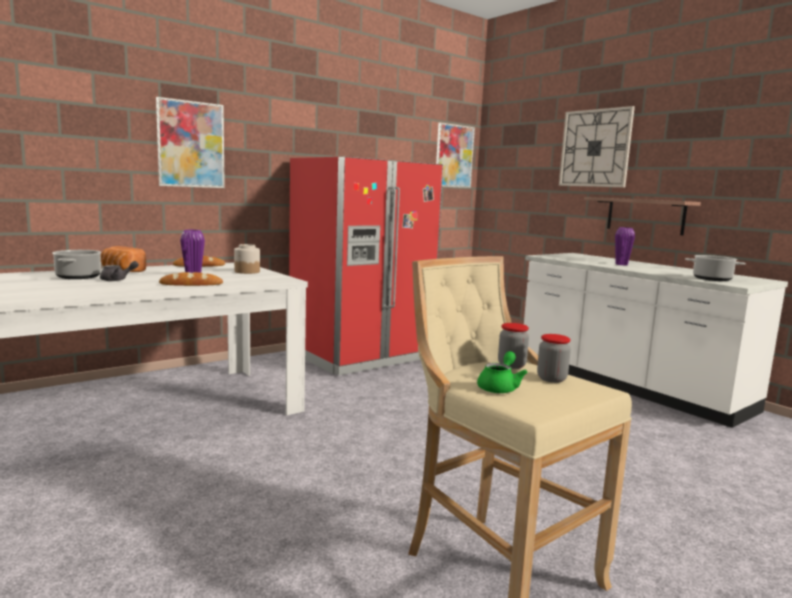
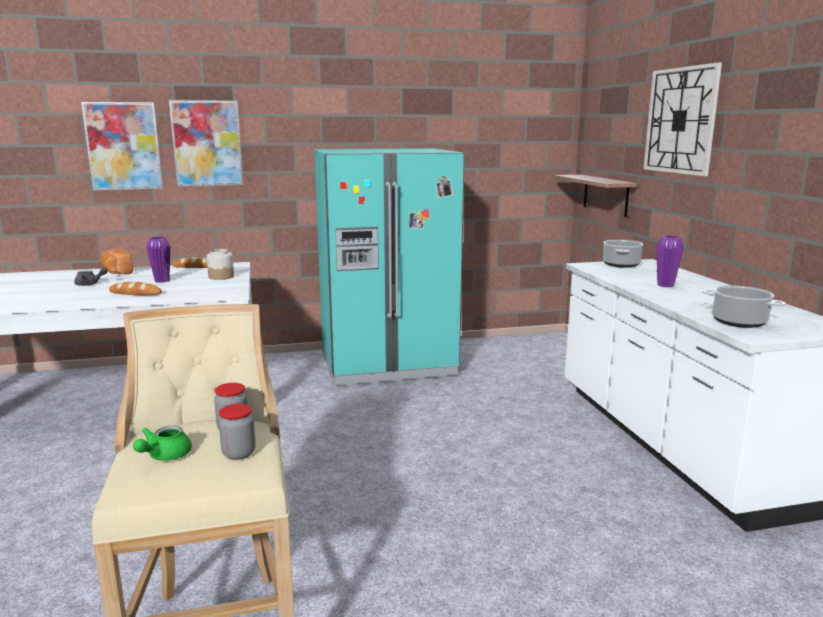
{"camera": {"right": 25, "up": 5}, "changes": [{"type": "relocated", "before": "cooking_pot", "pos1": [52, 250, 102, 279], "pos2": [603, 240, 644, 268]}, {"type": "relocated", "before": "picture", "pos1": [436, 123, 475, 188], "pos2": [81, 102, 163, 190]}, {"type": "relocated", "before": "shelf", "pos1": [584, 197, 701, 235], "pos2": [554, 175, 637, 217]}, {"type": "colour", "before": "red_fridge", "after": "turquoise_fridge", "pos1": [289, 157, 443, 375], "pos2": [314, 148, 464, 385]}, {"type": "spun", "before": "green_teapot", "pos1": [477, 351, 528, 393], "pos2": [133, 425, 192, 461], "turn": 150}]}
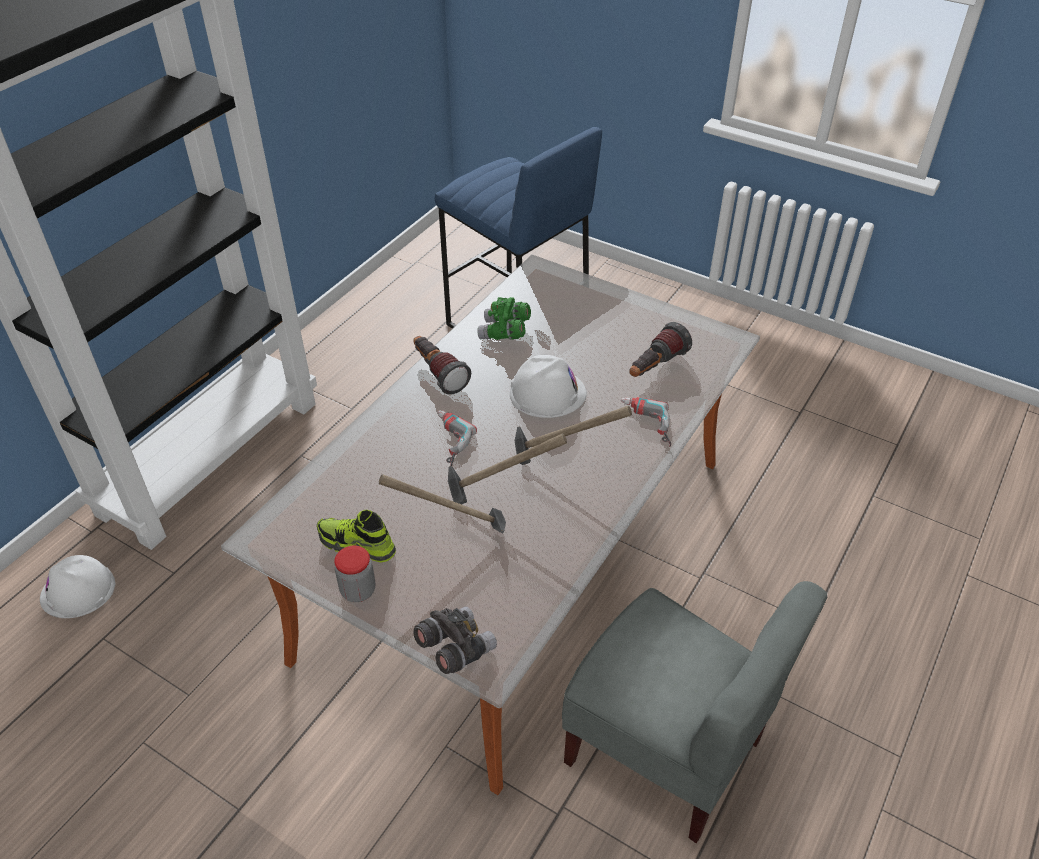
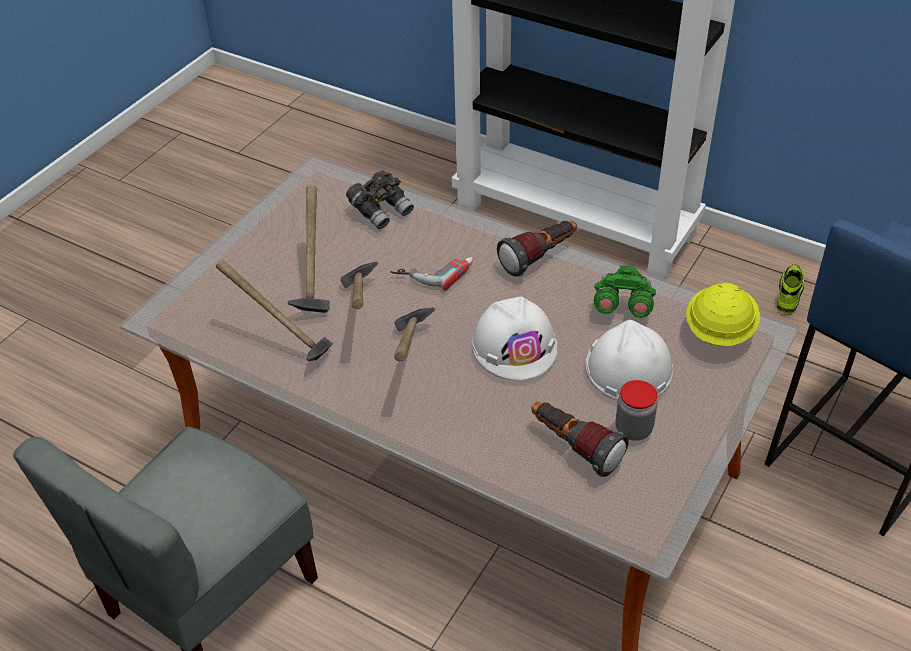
{"camera": {"right": 90, "up": 0}, "changes": [{"type": "missing", "before": "power_drill", "pos1": [621, 397, 671, 447]}, {"type": "appeared", "after": "hammer", "pos2": [216, 259, 333, 361]}, {"type": "appeared", "after": "yellow_hard_hat", "pos2": [686, 283, 760, 346]}, {"type": "relocated", "before": "white_hard_hat", "pos1": [40, 555, 115, 618], "pos2": [585, 320, 673, 400]}, {"type": "relocated", "before": "shoe", "pos1": [317, 510, 396, 562], "pos2": [777, 264, 804, 314]}, {"type": "relocated", "before": "jar", "pos1": [334, 546, 375, 602], "pos2": [615, 380, 657, 441]}, {"type": "relocated", "before": "grey_binoculars", "pos1": [414, 607, 497, 674], "pos2": [346, 171, 414, 229]}]}
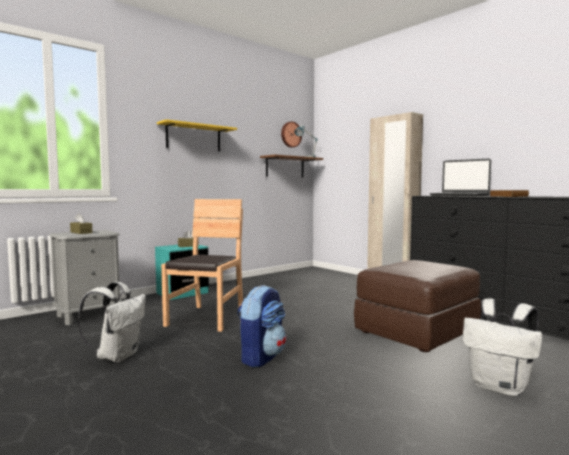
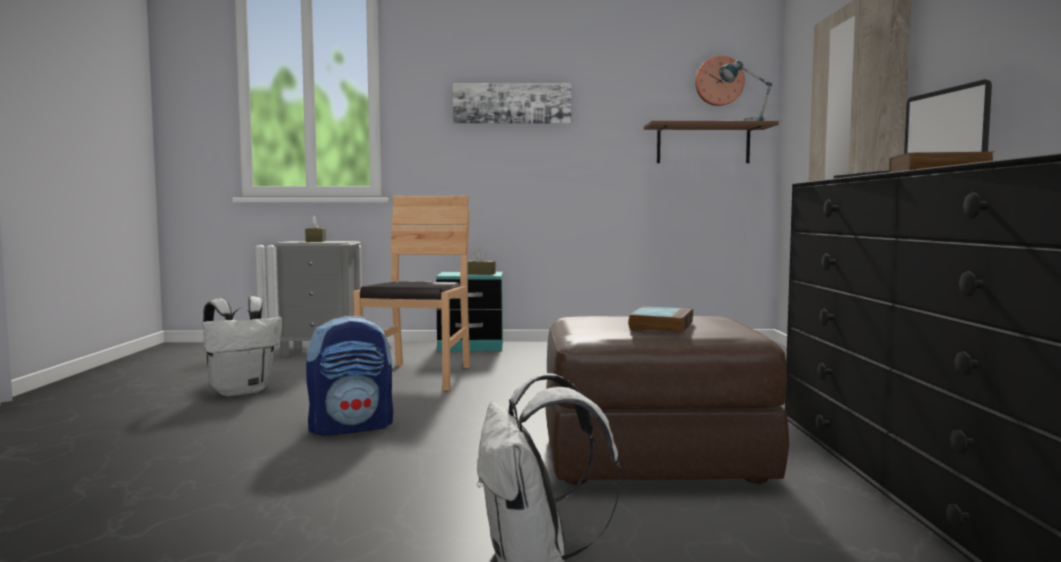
{"camera": {"right": 40, "up": 0}, "changes": [{"type": "appeared", "after": "book", "pos2": [628, 306, 693, 333]}, {"type": "exchanged", "before": "yellow_shelf", "after": "picture", "pos1": [157, 119, 237, 152], "pos2": [453, 83, 571, 124]}, {"type": "spun", "before": "brown_chair", "pos1": [161, 199, 243, 332], "pos2": [353, 195, 470, 391], "turn": -45}]}
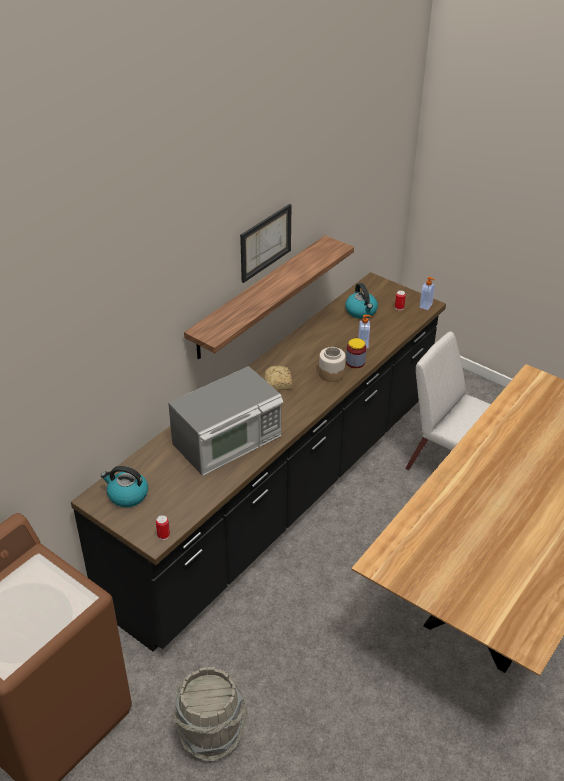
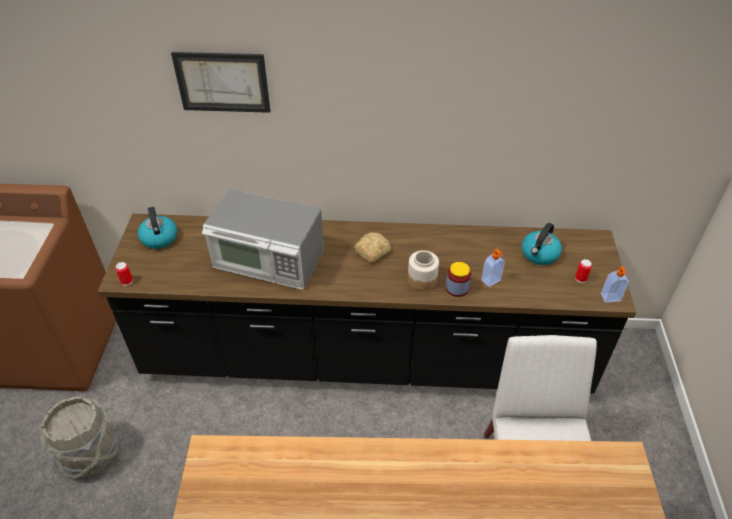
{"camera": {"right": 55, "up": 5}, "changes": [{"type": "missing", "before": "shelf", "pos1": [184, 235, 354, 360]}, {"type": "relocated", "before": "picture", "pos1": [240, 204, 292, 283], "pos2": [171, 52, 270, 113]}]}
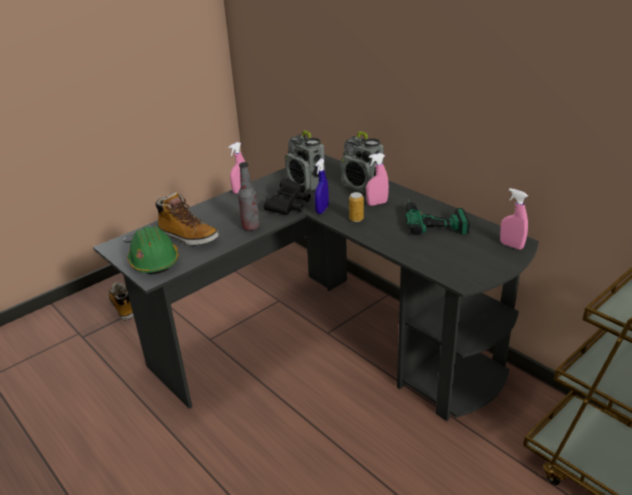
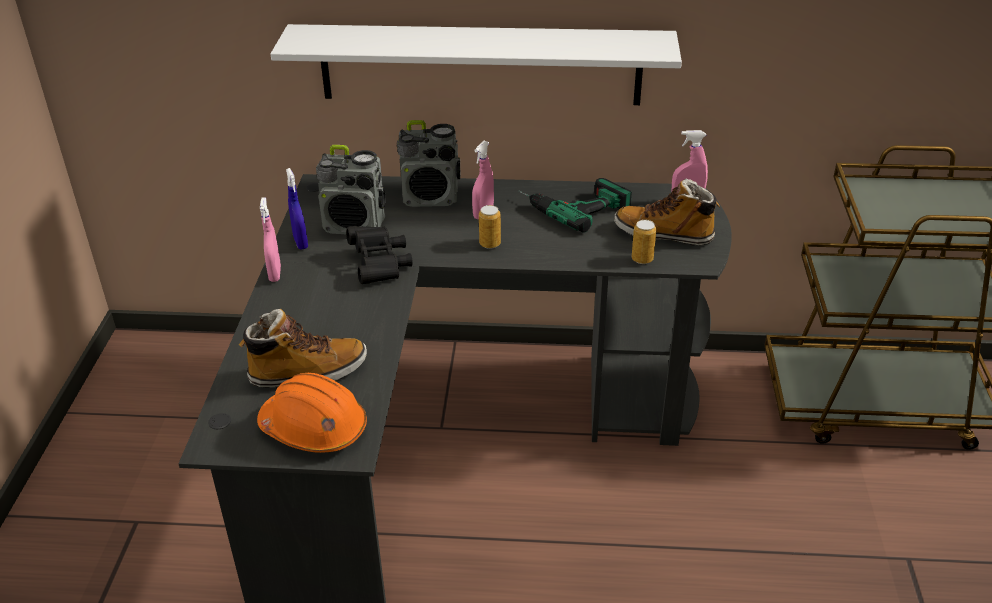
{"camera": {"right": -45, "up": 5}, "changes": [{"type": "missing", "before": "bottle", "pos1": [238, 162, 260, 231]}, {"type": "appeared", "after": "white_shelf", "pos2": [270, 24, 682, 105]}, {"type": "appeared", "after": "can", "pos2": [632, 220, 656, 264]}, {"type": "relocated", "before": "boot", "pos1": [108, 282, 134, 321], "pos2": [614, 179, 721, 246]}, {"type": "relocated", "before": "blue_spray_bottle", "pos1": [315, 159, 329, 214], "pos2": [286, 168, 308, 250]}, {"type": "colour", "before": "green_hard_hat", "after": "orange_hard_hat", "pos1": [127, 226, 179, 274], "pos2": [257, 373, 367, 453]}]}
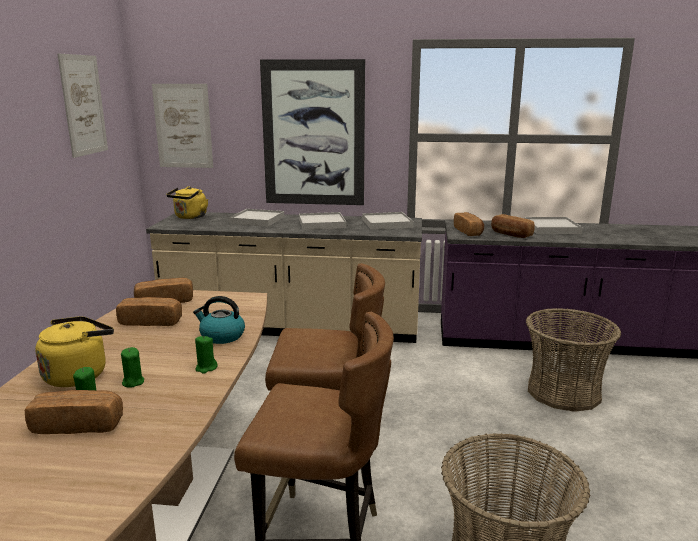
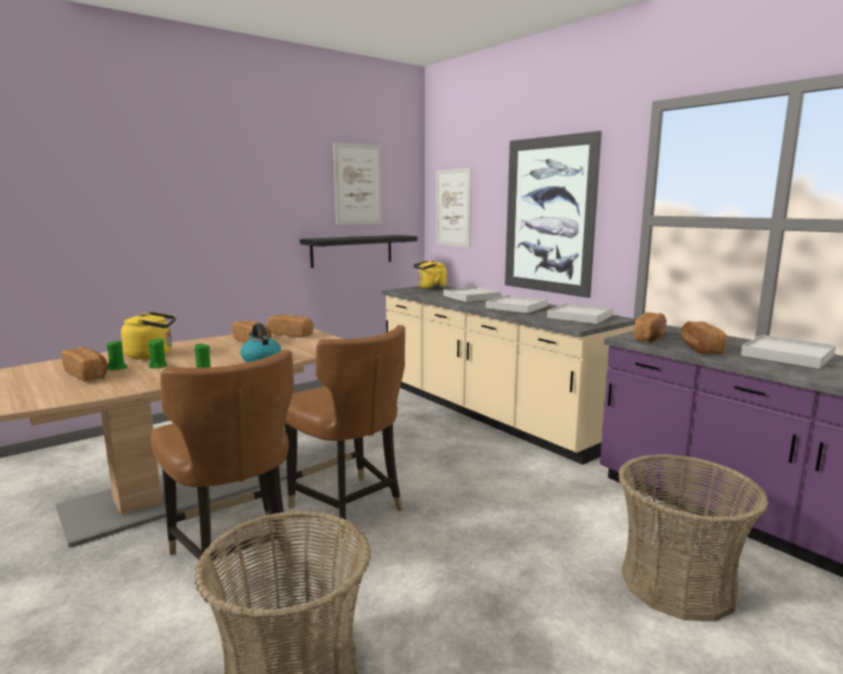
{"camera": {"right": 45, "up": -5}, "changes": [{"type": "appeared", "after": "black_shelf", "pos2": [300, 235, 417, 268]}]}
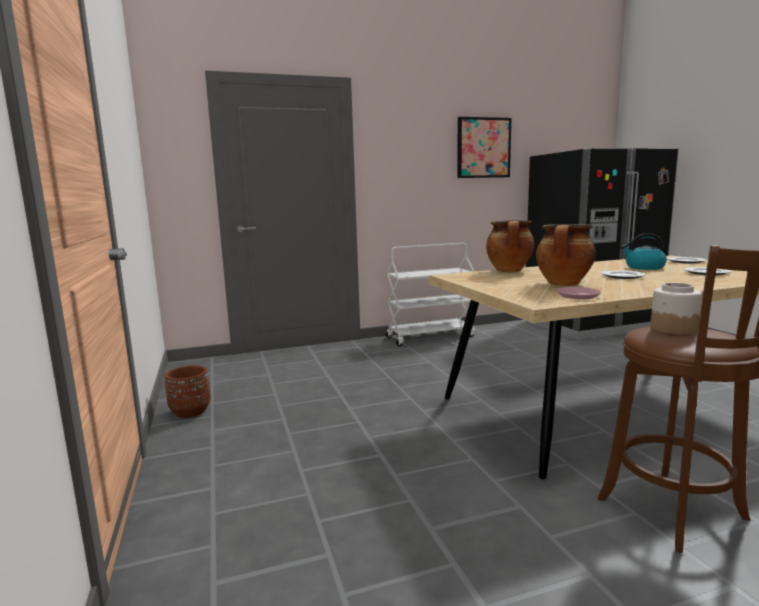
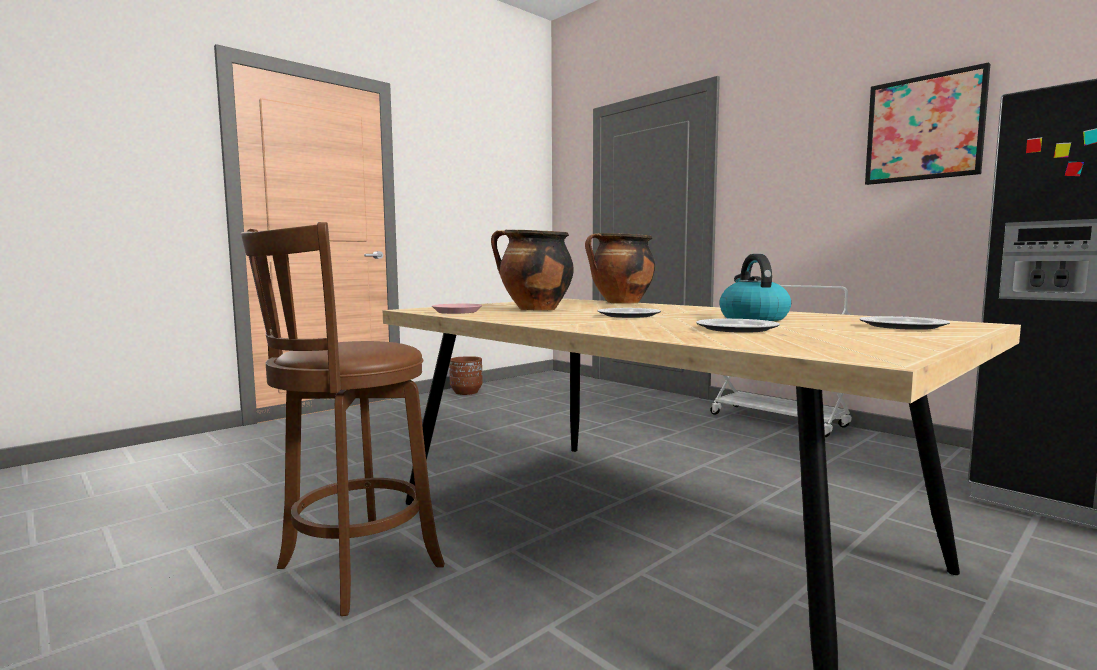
{"camera": {"right": 65, "up": -5}, "changes": [{"type": "missing", "before": "jar", "pos1": [650, 283, 702, 335]}]}
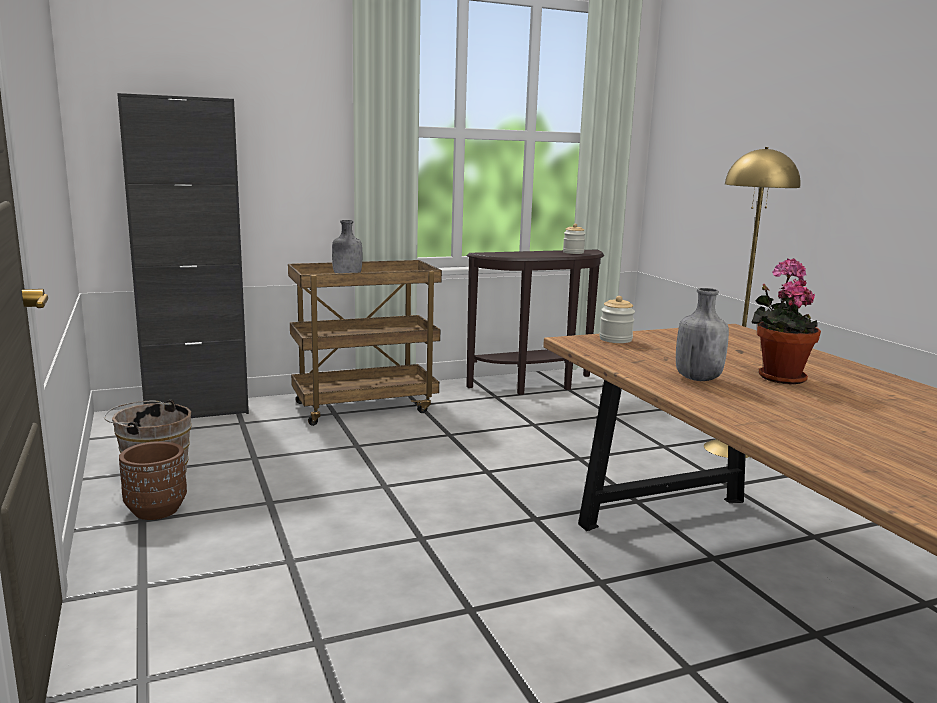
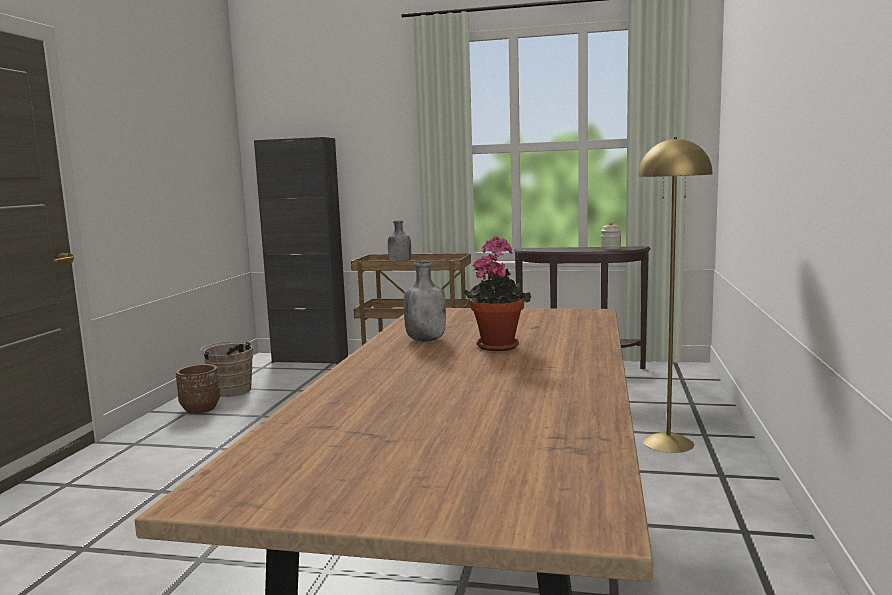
{"camera": {"right": 35, "up": -5}, "changes": [{"type": "missing", "before": "jar", "pos1": [599, 296, 635, 343]}]}
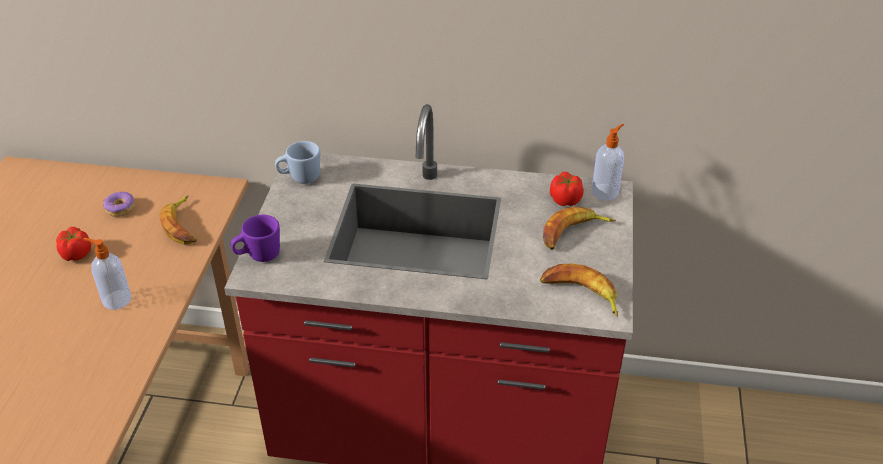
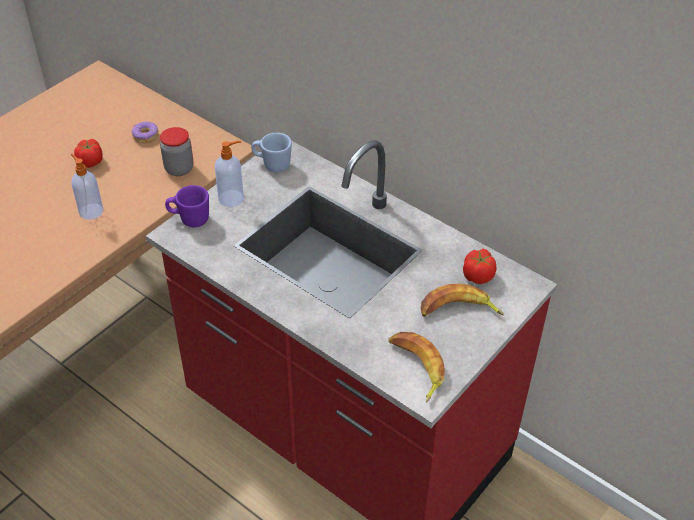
{"camera": {"right": 30, "up": 5}, "changes": [{"type": "relocated", "before": "soap_dispenser", "pos1": [592, 124, 624, 201], "pos2": [215, 141, 244, 207]}, {"type": "exchanged", "before": "banana", "after": "jar", "pos1": [159, 195, 197, 245], "pos2": [160, 127, 193, 176]}]}
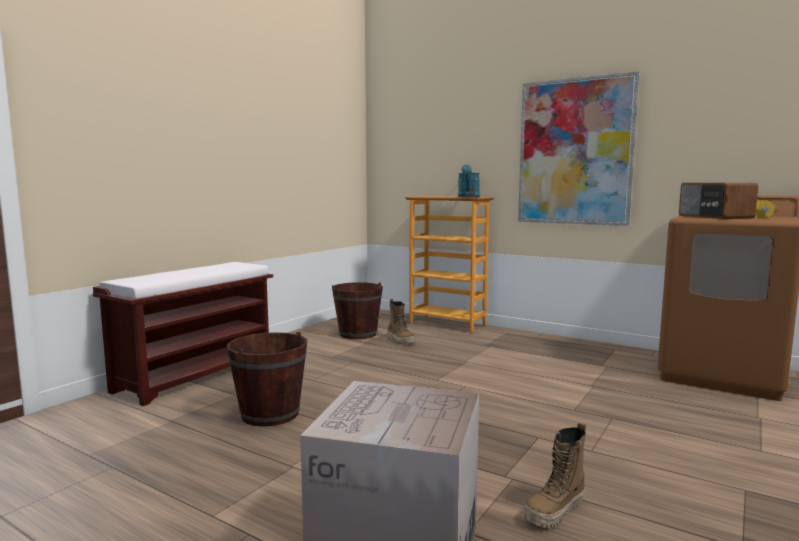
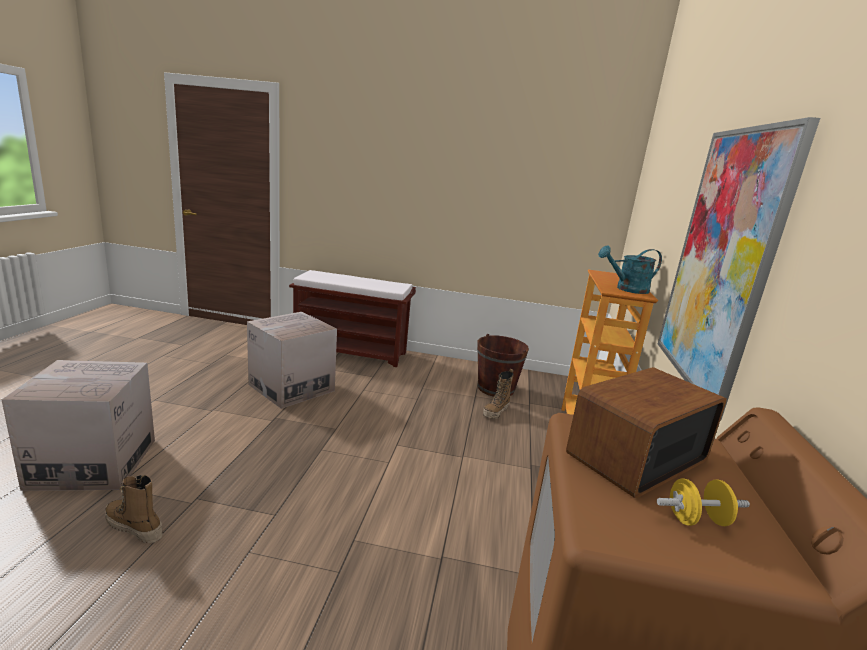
{"camera": {"right": 65, "up": 10}, "changes": [{"type": "exchanged", "before": "brown_bucket", "after": "cardboard_box", "pos1": [226, 332, 307, 427], "pos2": [247, 312, 337, 409]}]}
